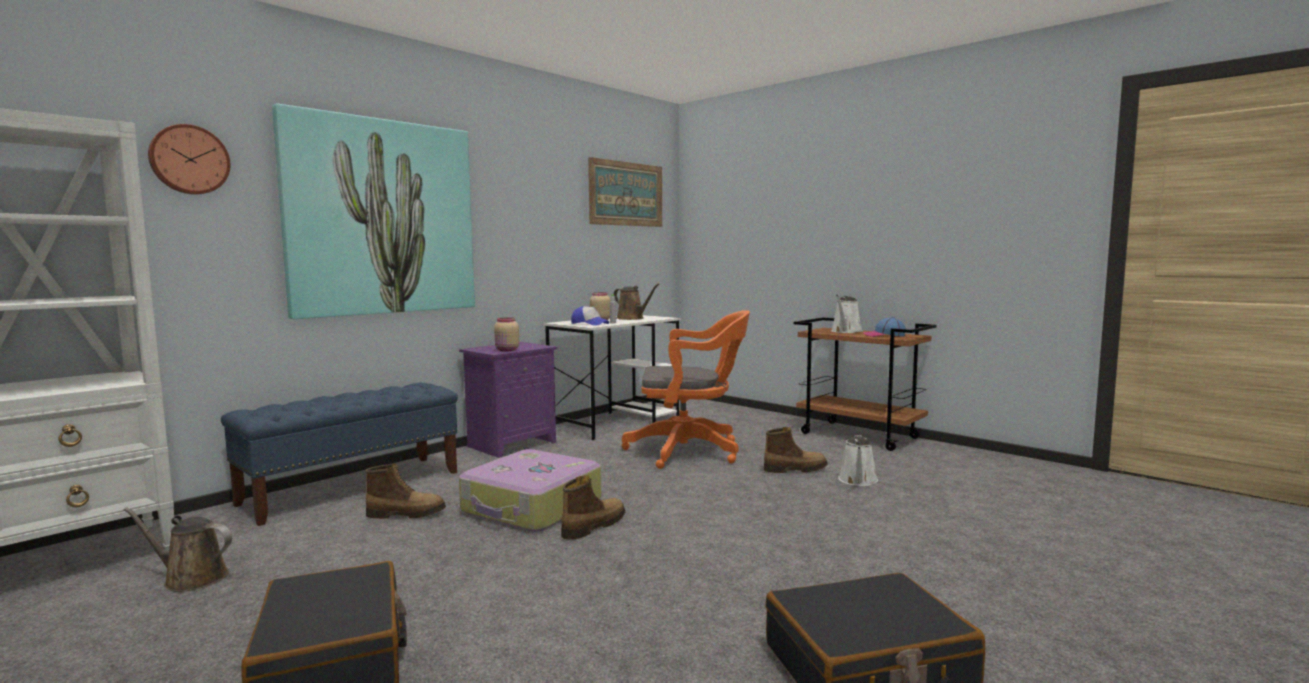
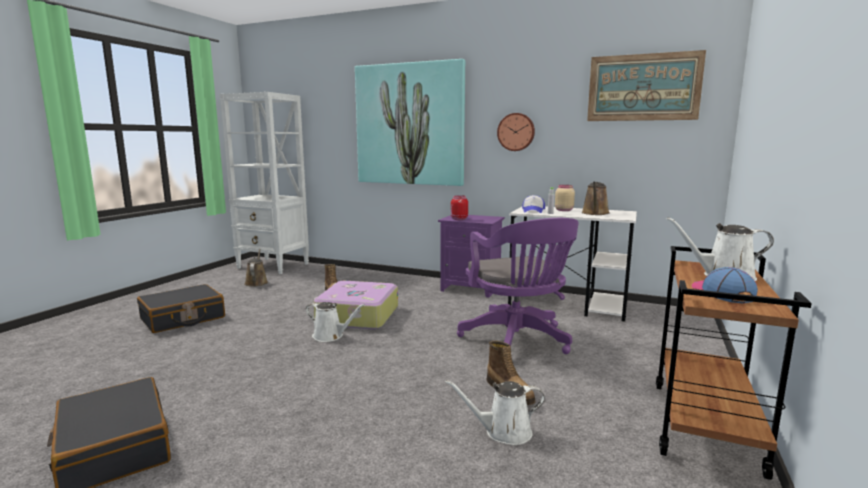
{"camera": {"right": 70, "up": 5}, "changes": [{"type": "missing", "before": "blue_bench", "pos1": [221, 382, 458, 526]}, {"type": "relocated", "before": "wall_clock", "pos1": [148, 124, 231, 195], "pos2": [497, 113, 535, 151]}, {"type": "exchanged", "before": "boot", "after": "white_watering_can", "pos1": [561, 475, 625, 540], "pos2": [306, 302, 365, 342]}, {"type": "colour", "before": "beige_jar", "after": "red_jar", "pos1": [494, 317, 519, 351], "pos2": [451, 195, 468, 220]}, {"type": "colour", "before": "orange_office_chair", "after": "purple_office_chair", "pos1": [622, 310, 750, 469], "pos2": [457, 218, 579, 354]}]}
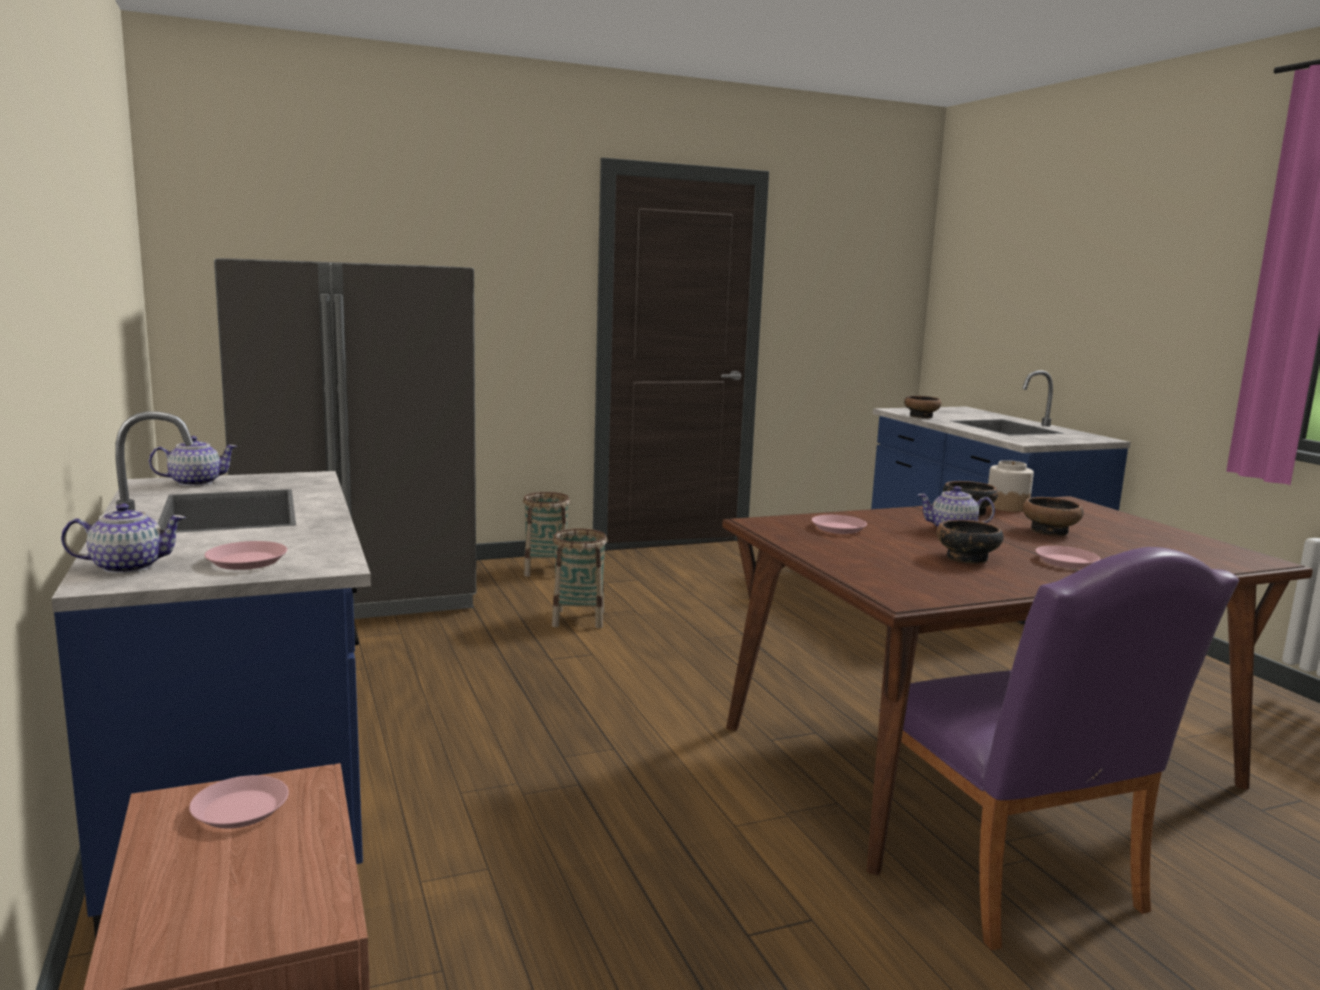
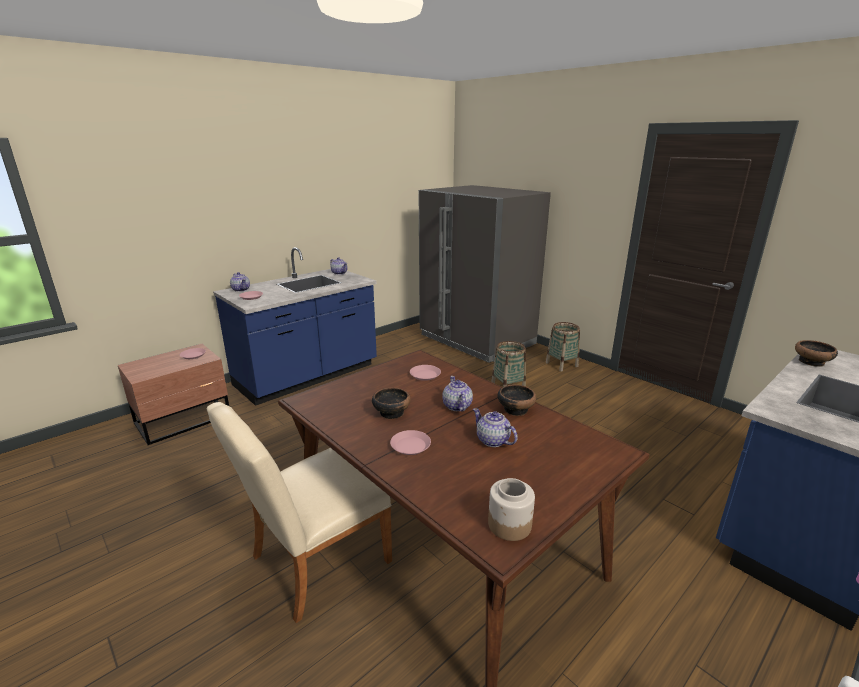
{"camera": {"right": 70, "up": 10}, "changes": [{"type": "relocated", "before": "jar", "pos1": [988, 460, 1034, 512], "pos2": [488, 478, 535, 541]}, {"type": "exchanged", "before": "bowl", "after": "teapot", "pos1": [1023, 497, 1084, 536], "pos2": [473, 408, 518, 447]}, {"type": "colour", "before": "purple_chair", "after": "beige_chair", "pos1": [879, 547, 1239, 950], "pos2": [207, 402, 392, 623]}]}
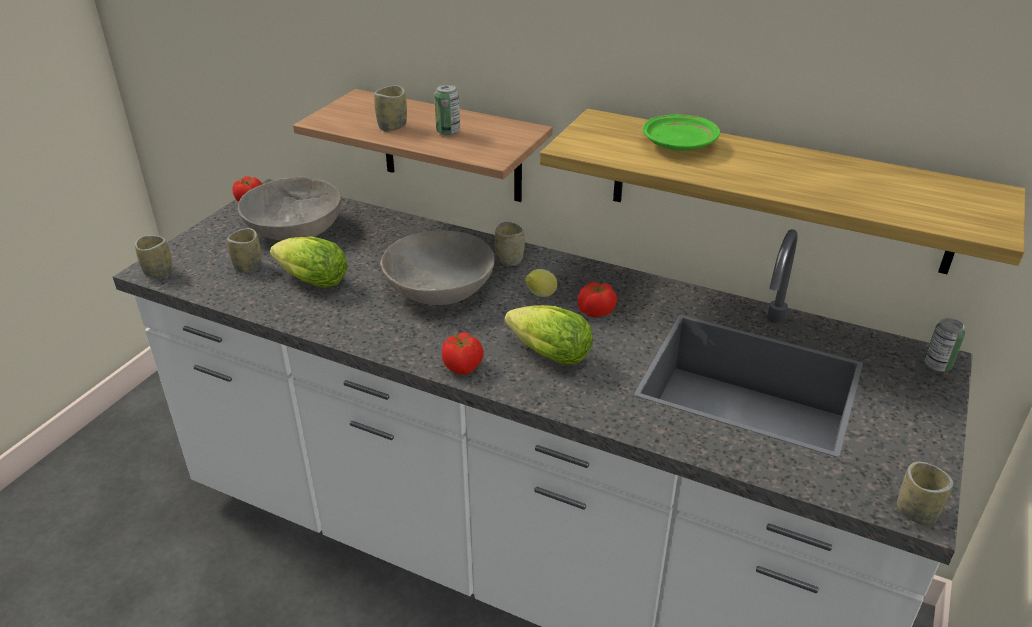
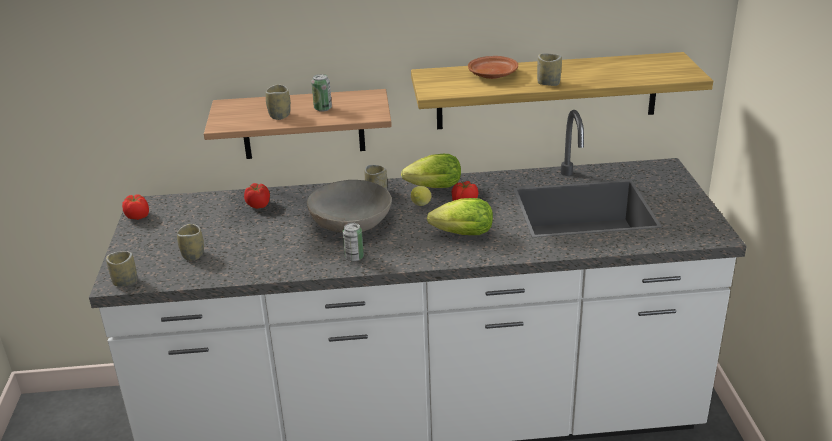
{"camera": {"right": -30, "up": -5}, "changes": [{"type": "missing", "before": "grey_bowl", "pos1": [238, 176, 342, 241]}, {"type": "relocated", "before": "lettuce", "pos1": [270, 236, 348, 288], "pos2": [401, 154, 461, 188]}, {"type": "relocated", "before": "tomato", "pos1": [442, 332, 484, 375], "pos2": [244, 183, 270, 209]}, {"type": "relocated", "before": "cup", "pos1": [897, 462, 953, 525], "pos2": [537, 53, 562, 86]}, {"type": "relocated", "before": "can", "pos1": [924, 318, 965, 372], "pos2": [343, 223, 364, 262]}, {"type": "colour", "before": "green_plate", "after": "brown_plate", "pos1": [643, 114, 720, 151], "pos2": [468, 56, 518, 79]}]}
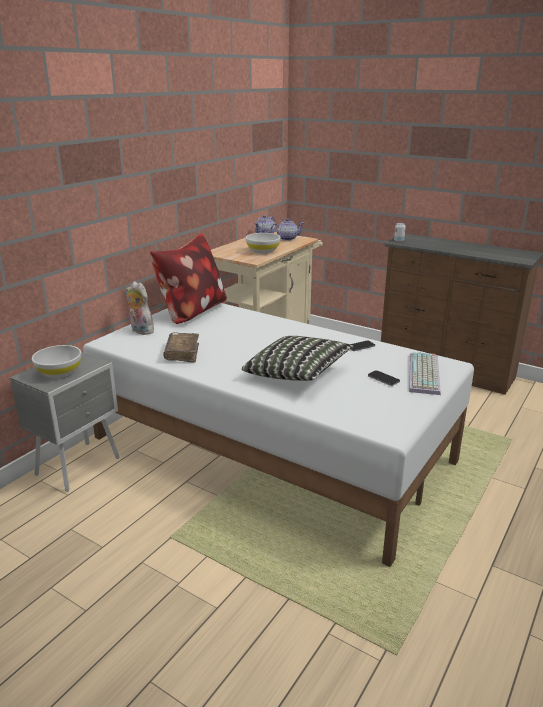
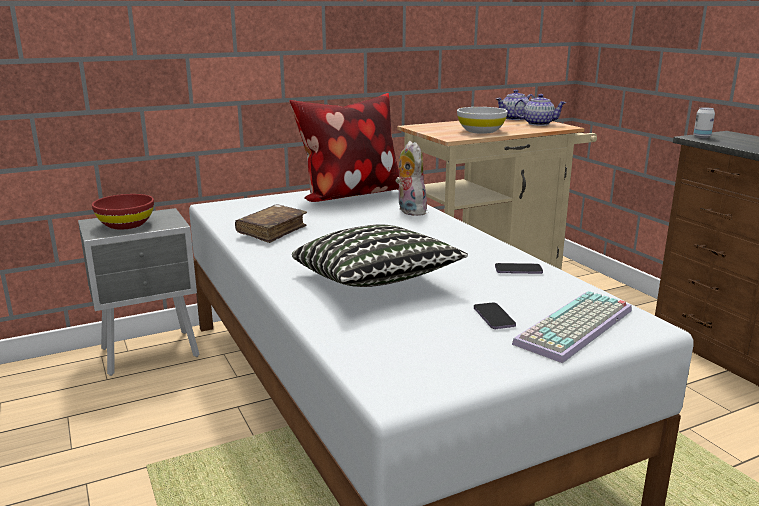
{"camera": {"right": 30, "up": -5}, "changes": [{"type": "relocated", "before": "plush_toy", "pos1": [126, 281, 154, 335], "pos2": [395, 141, 427, 216]}, {"type": "colour", "before": "white_bowl", "after": "red_bowl", "pos1": [32, 345, 81, 378], "pos2": [92, 194, 154, 230]}]}
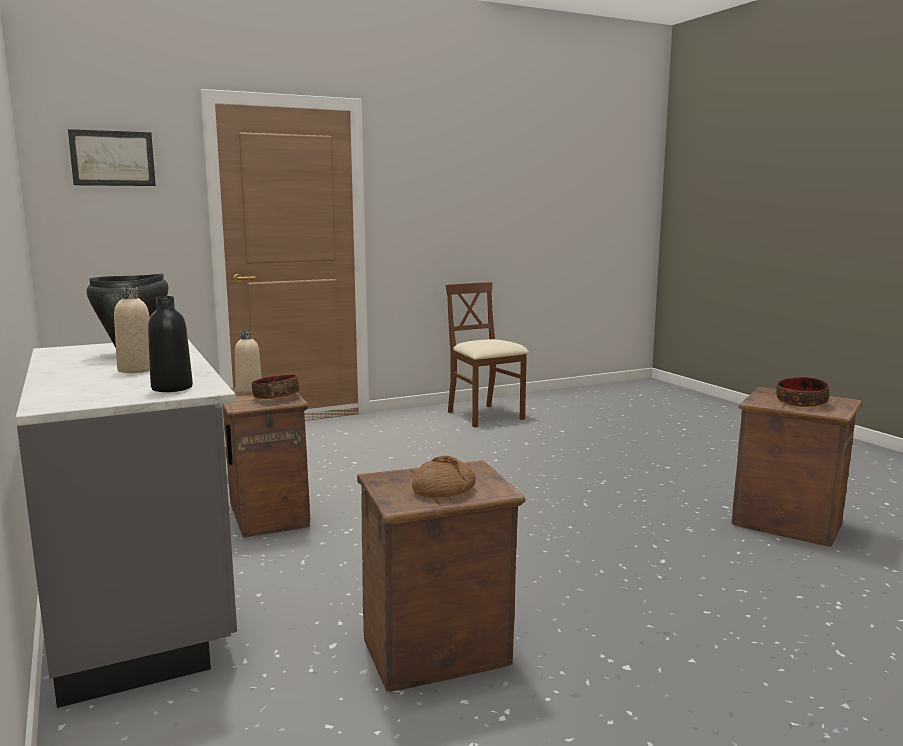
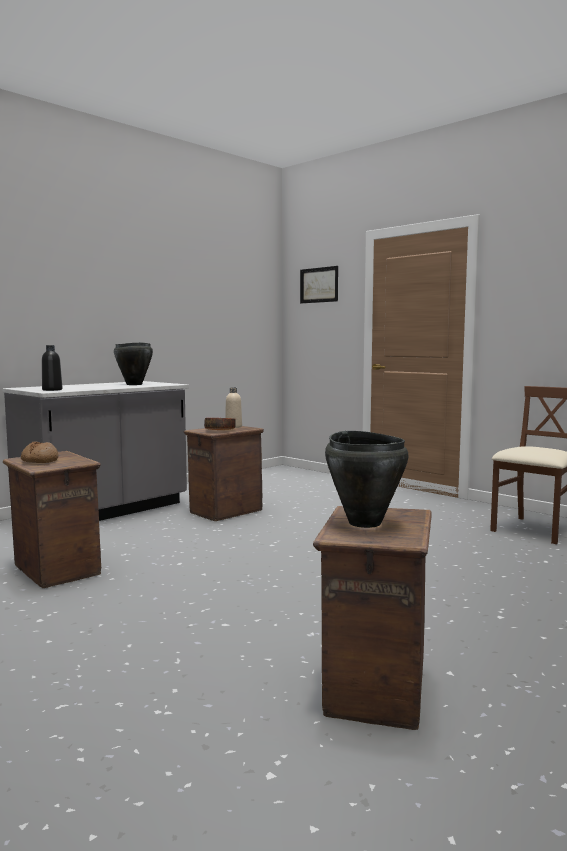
{"camera": {"right": 70, "up": -5}, "changes": [{"type": "missing", "before": "beige_bottle", "pos1": [114, 287, 150, 373]}, {"type": "exchanged", "before": "bowl", "after": "black_cooking_pot", "pos1": [776, 377, 829, 407], "pos2": [325, 431, 409, 528]}]}
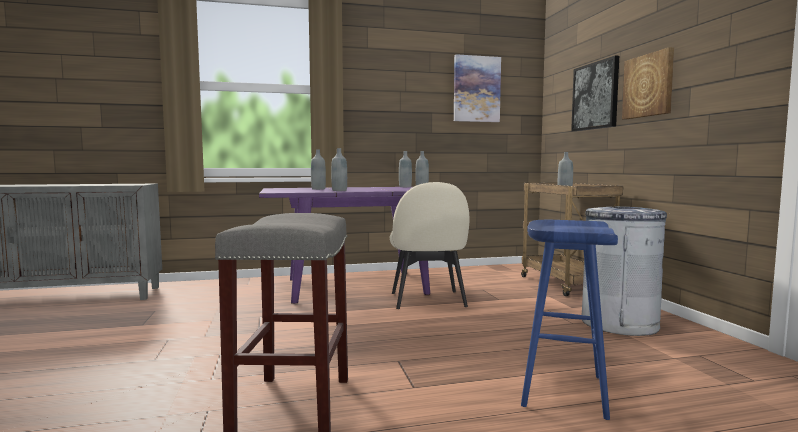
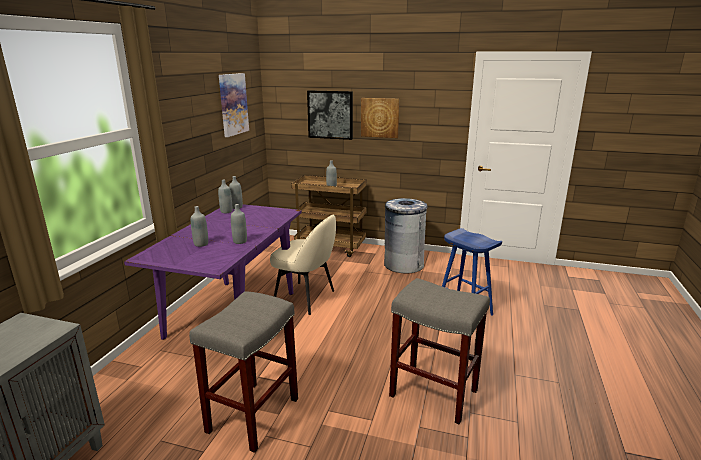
{"camera": {"right": -60, "up": 15}, "changes": [{"type": "appeared", "after": "grey_stool", "pos2": [189, 291, 298, 453]}]}
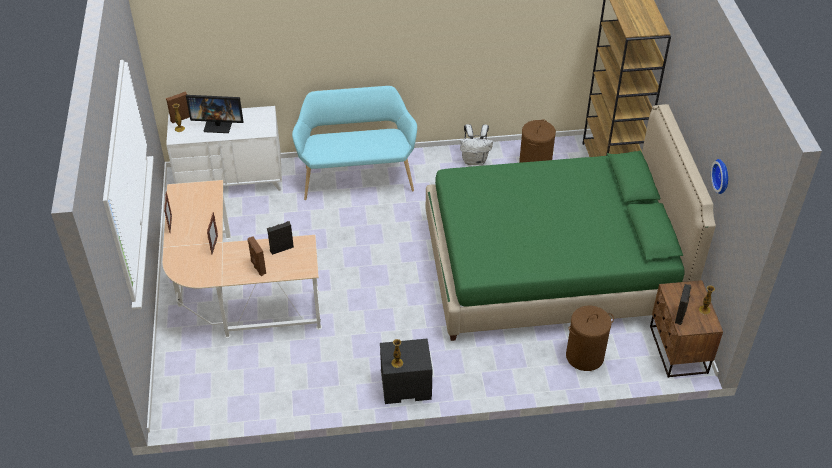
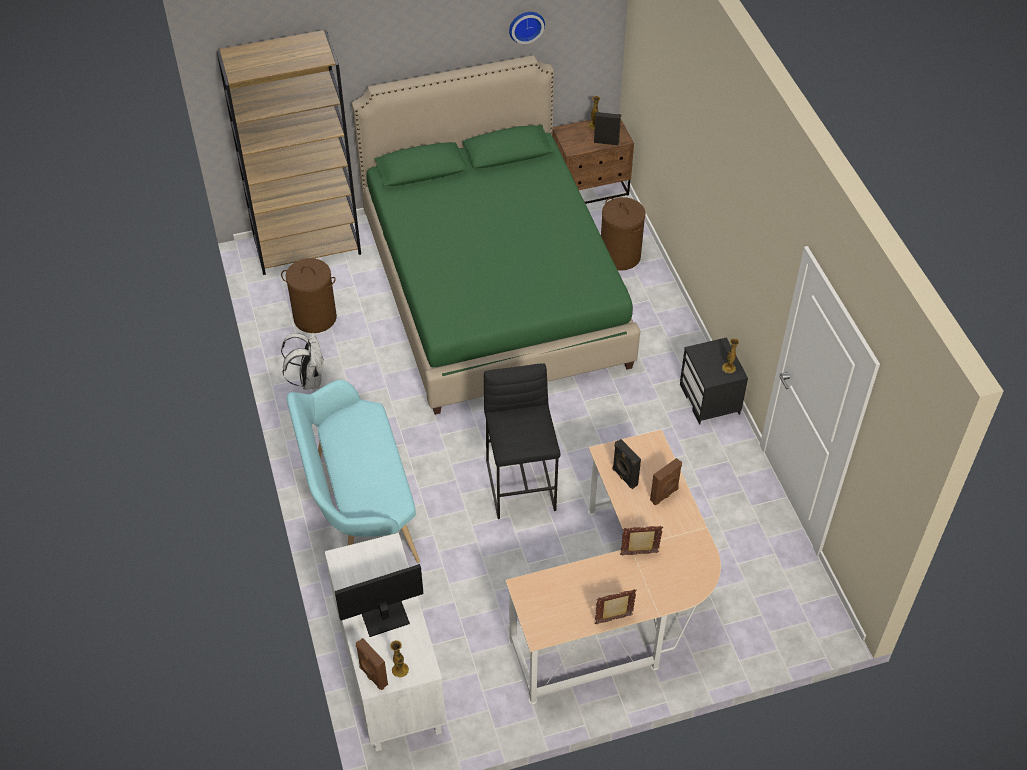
{"camera": {"right": -100, "up": 5}, "changes": [{"type": "appeared", "after": "black_stool", "pos2": [484, 363, 560, 519]}, {"type": "spun", "before": "monitor", "pos1": [186, 95, 244, 133], "pos2": [335, 564, 423, 637], "turn": -105}]}
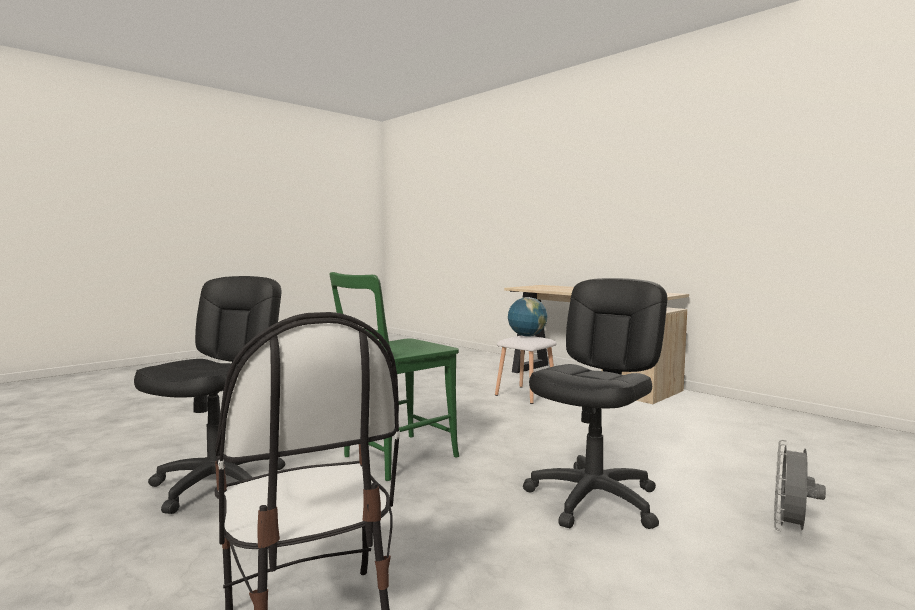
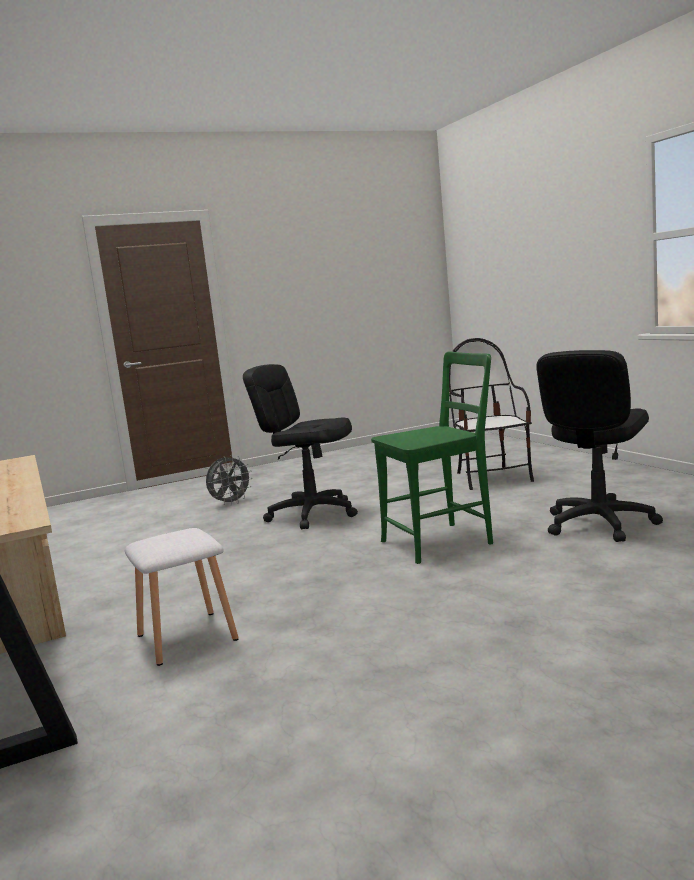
{"camera": {"right": -160, "up": 5}, "changes": [{"type": "missing", "before": "globe", "pos1": [508, 297, 548, 336]}, {"type": "spun", "before": "black_office_chair", "pos1": [523, 278, 667, 529], "pos2": [243, 364, 358, 529], "turn": 60}]}
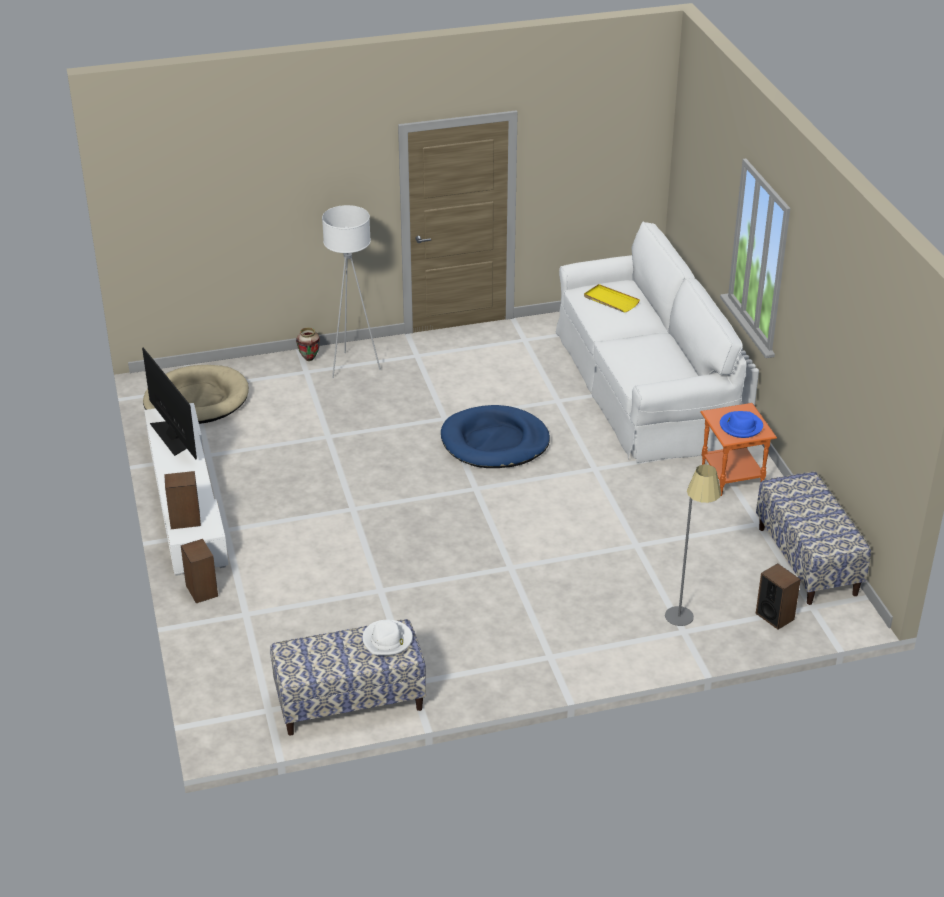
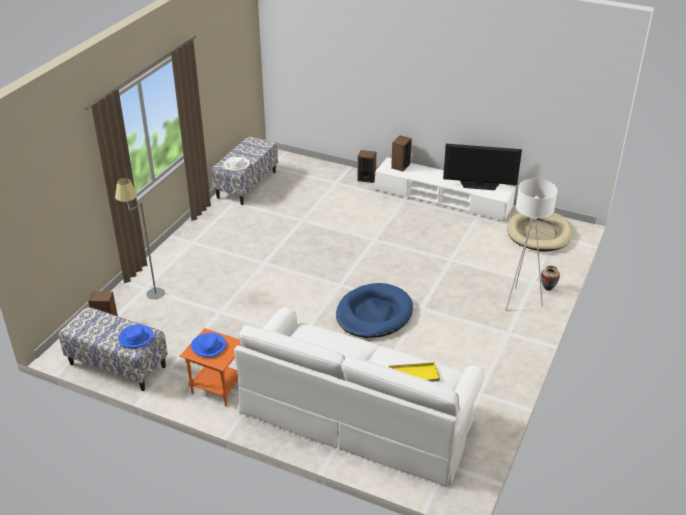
{"camera": {"right": 130, "up": 0}, "changes": [{"type": "appeared", "after": "blue_hat", "pos2": [119, 325, 153, 348]}]}
